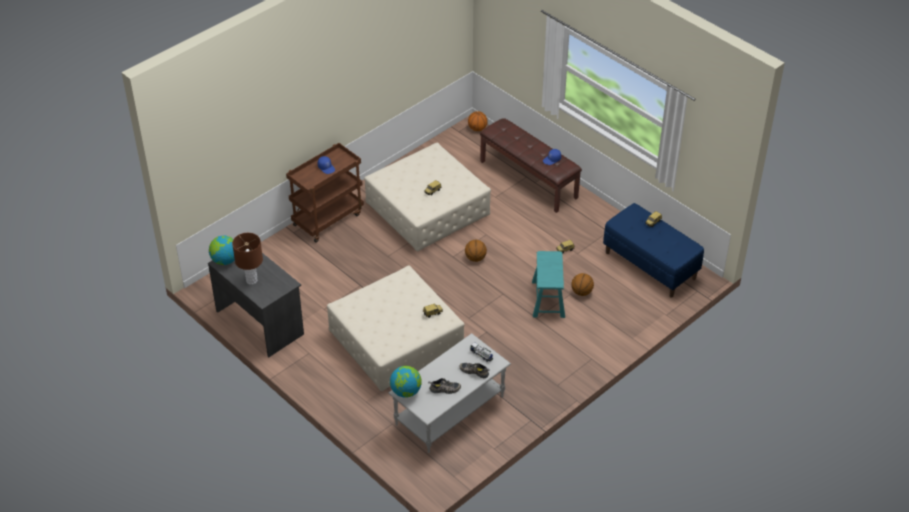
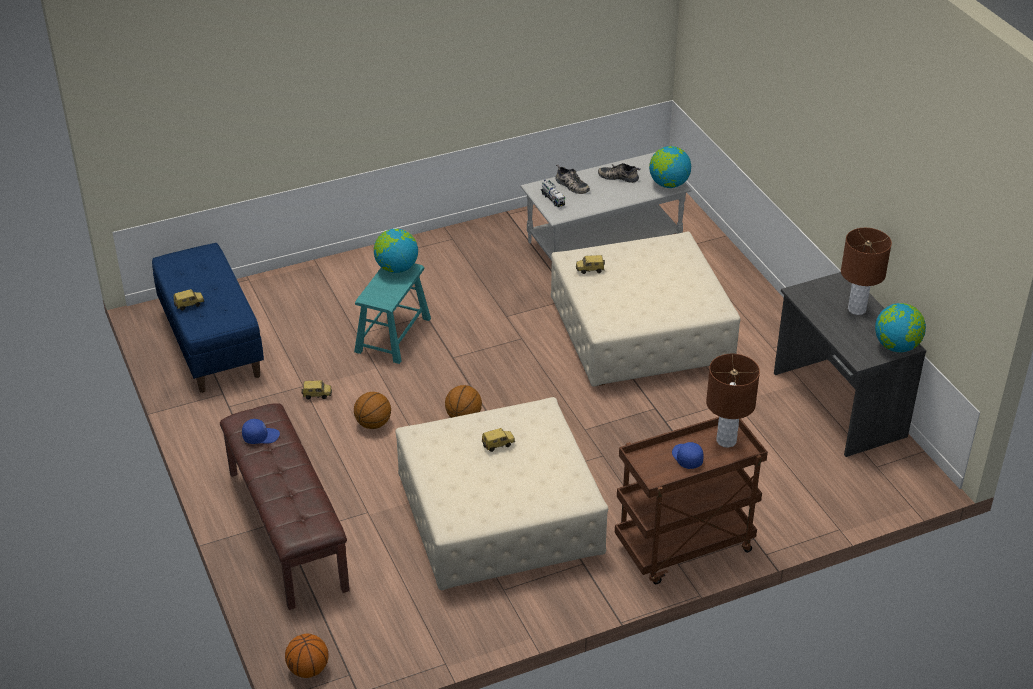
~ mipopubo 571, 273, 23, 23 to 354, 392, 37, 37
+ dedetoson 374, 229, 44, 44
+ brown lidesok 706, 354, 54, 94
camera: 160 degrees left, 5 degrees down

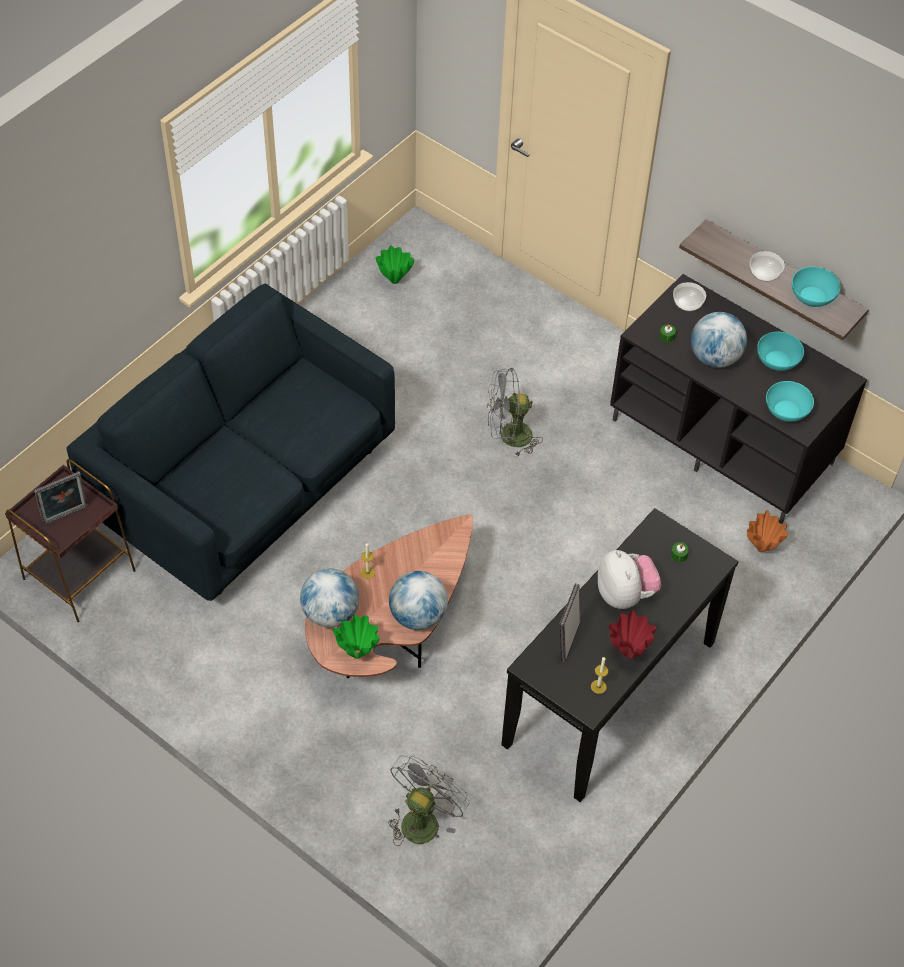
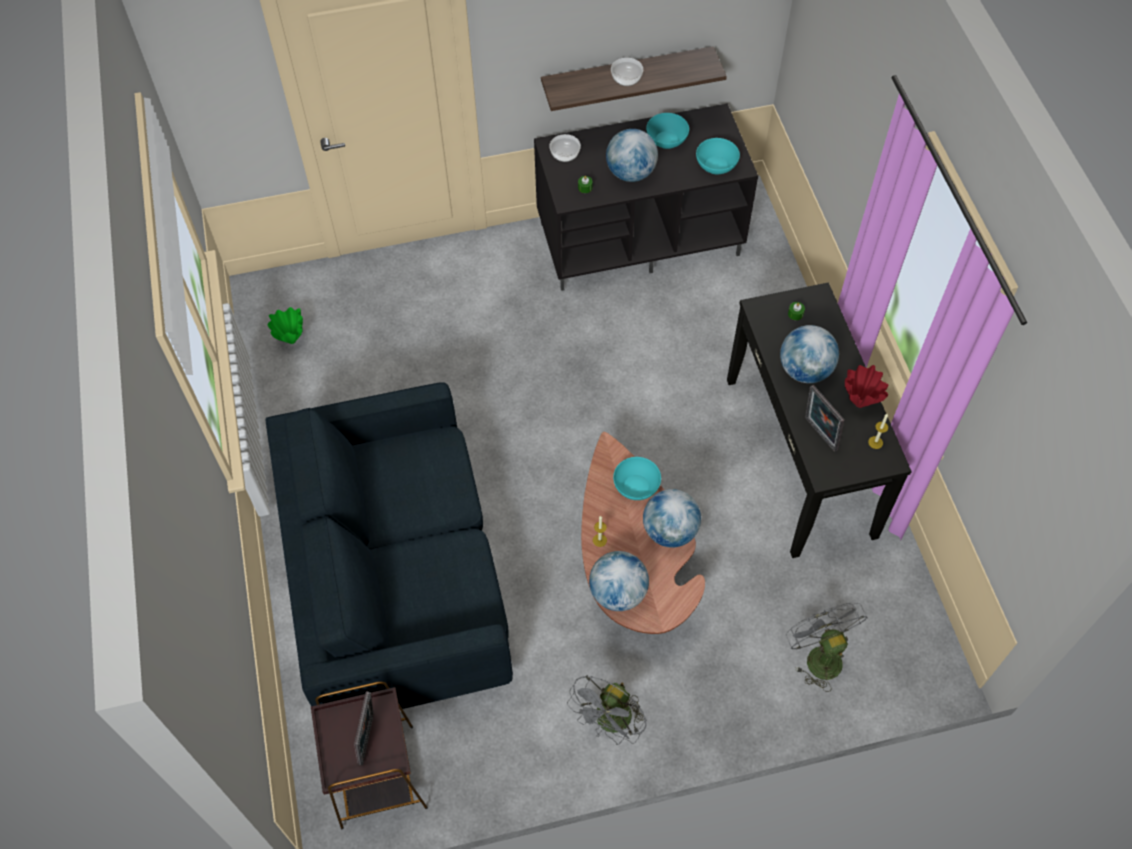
~ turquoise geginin 792, 267, 49, 40 to 613, 457, 48, 43
~ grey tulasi 487, 368, 56, 88 to 567, 675, 80, 70
- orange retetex 747, 510, 41, 42
~ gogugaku 598, 550, 63, 59 to dedetoson 780, 325, 59, 58
- green retetex 333, 614, 47, 45
camera: 50 degrees left, 5 degrees up

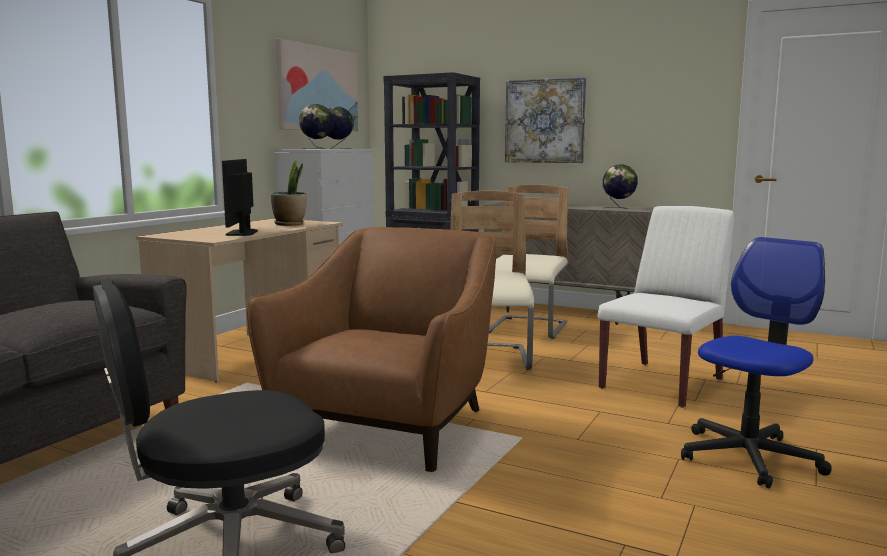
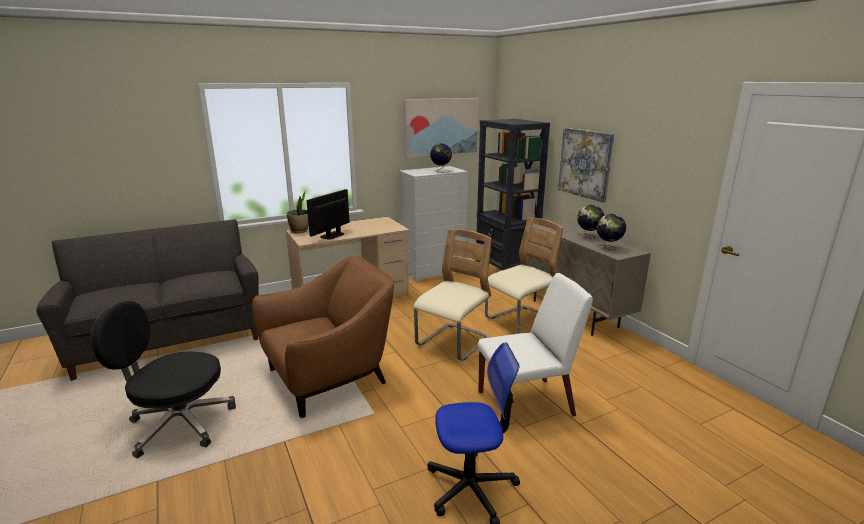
~ dedetoson 299, 104, 35, 45 to 577, 205, 27, 34
~ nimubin 271, 158, 36, 68 to 287, 190, 22, 43
camera: 35 degrees right, 10 degrees up

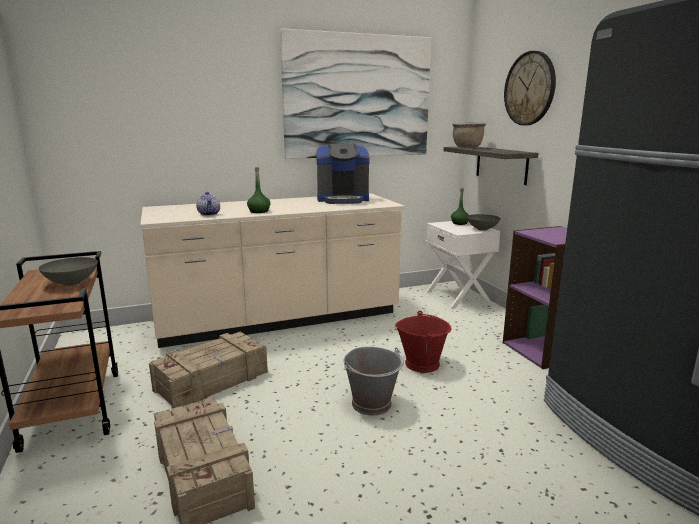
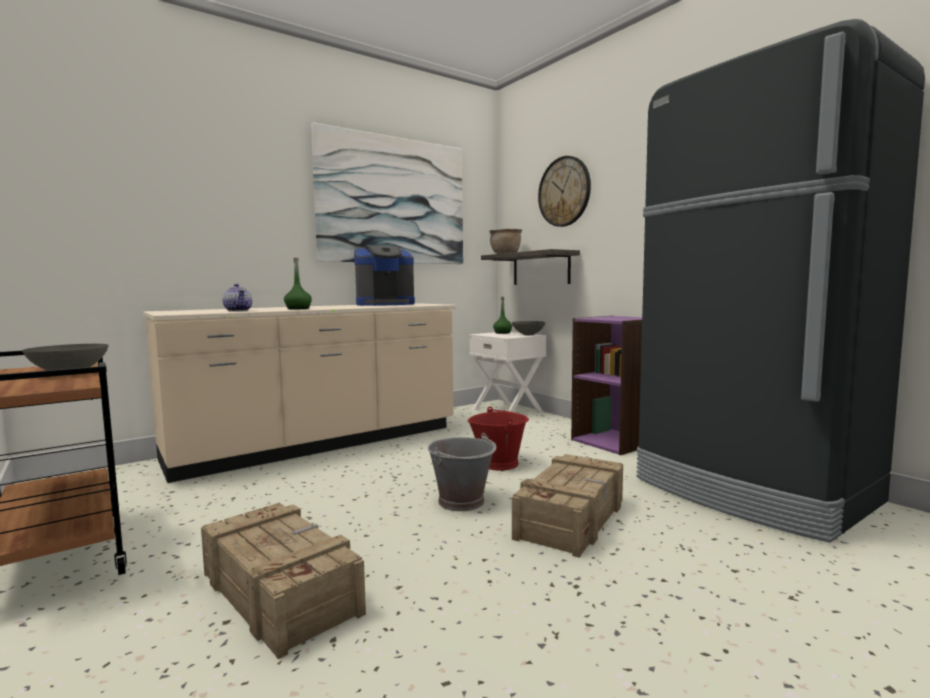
~ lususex 149, 332, 119, 76 to 512, 454, 111, 104
camera: 15 degrees left, 10 degrees down

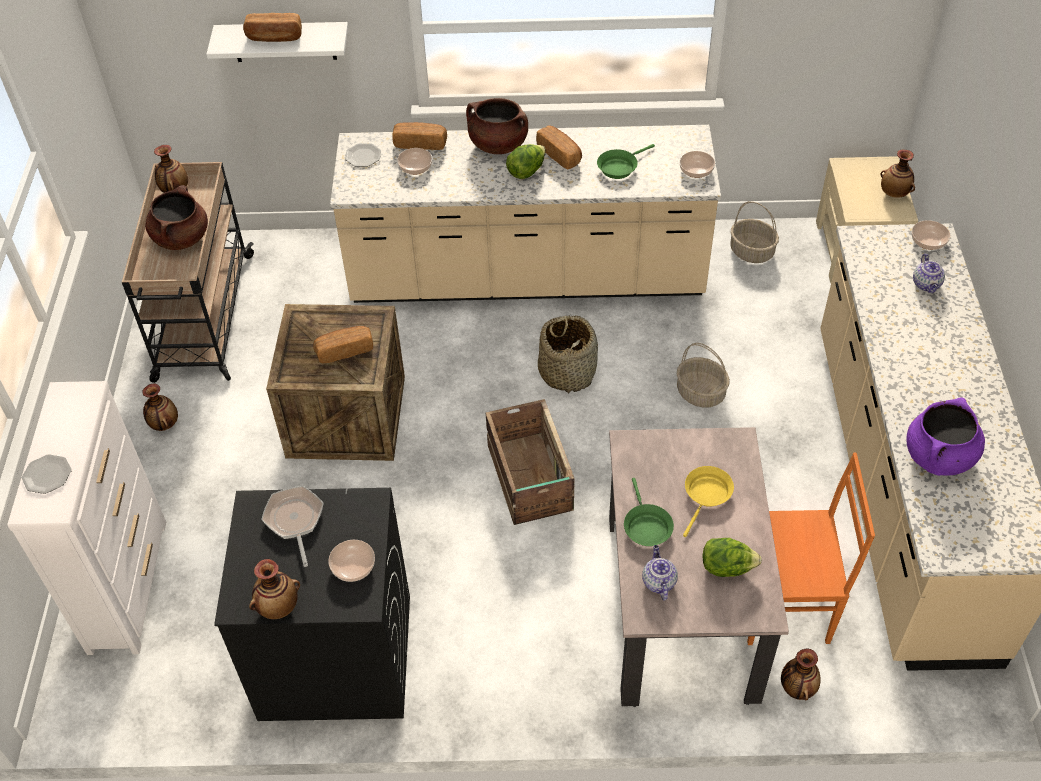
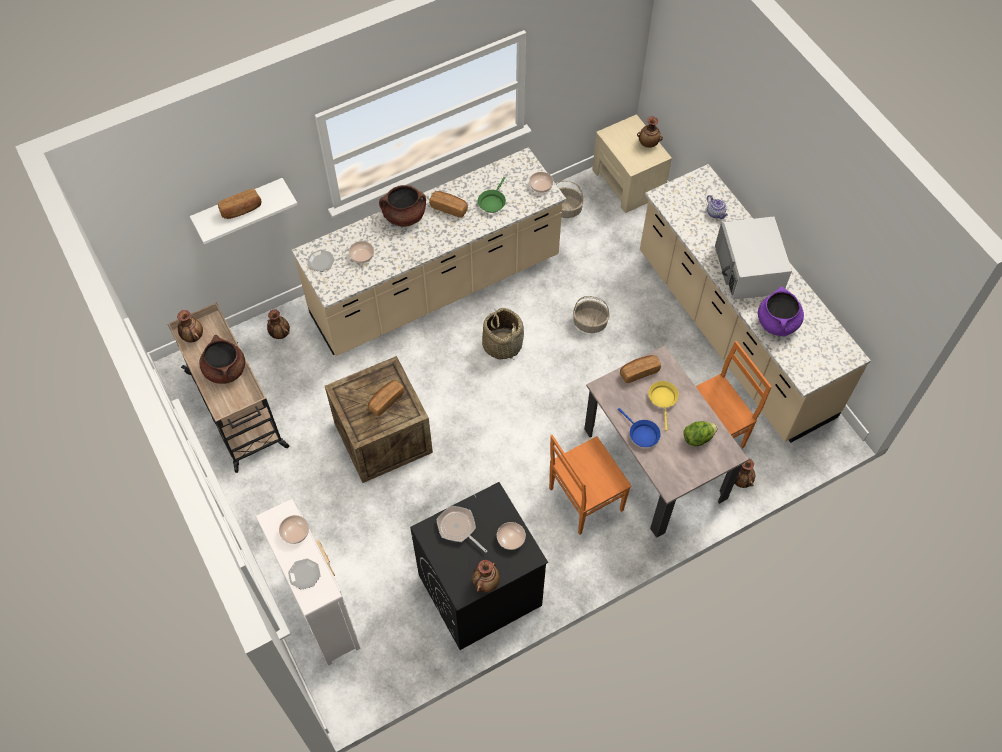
~ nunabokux 392, 122, 55, 28 to 620, 355, 41, 28
- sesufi 506, 144, 39, 35
~ geginin 912, 220, 38, 30 to 279, 515, 30, 29
~ retetex 142, 384, 36, 47 to 267, 310, 23, 29
- lususex 486, 399, 89, 126
~ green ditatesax 624, 478, 50, 68 to blue ditatesax 618, 408, 43, 39
- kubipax 642, 545, 36, 56
+ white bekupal 715, 216, 77, 84
+ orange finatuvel 549, 435, 83, 100
camera: 30 degrees left, 10 degrees up

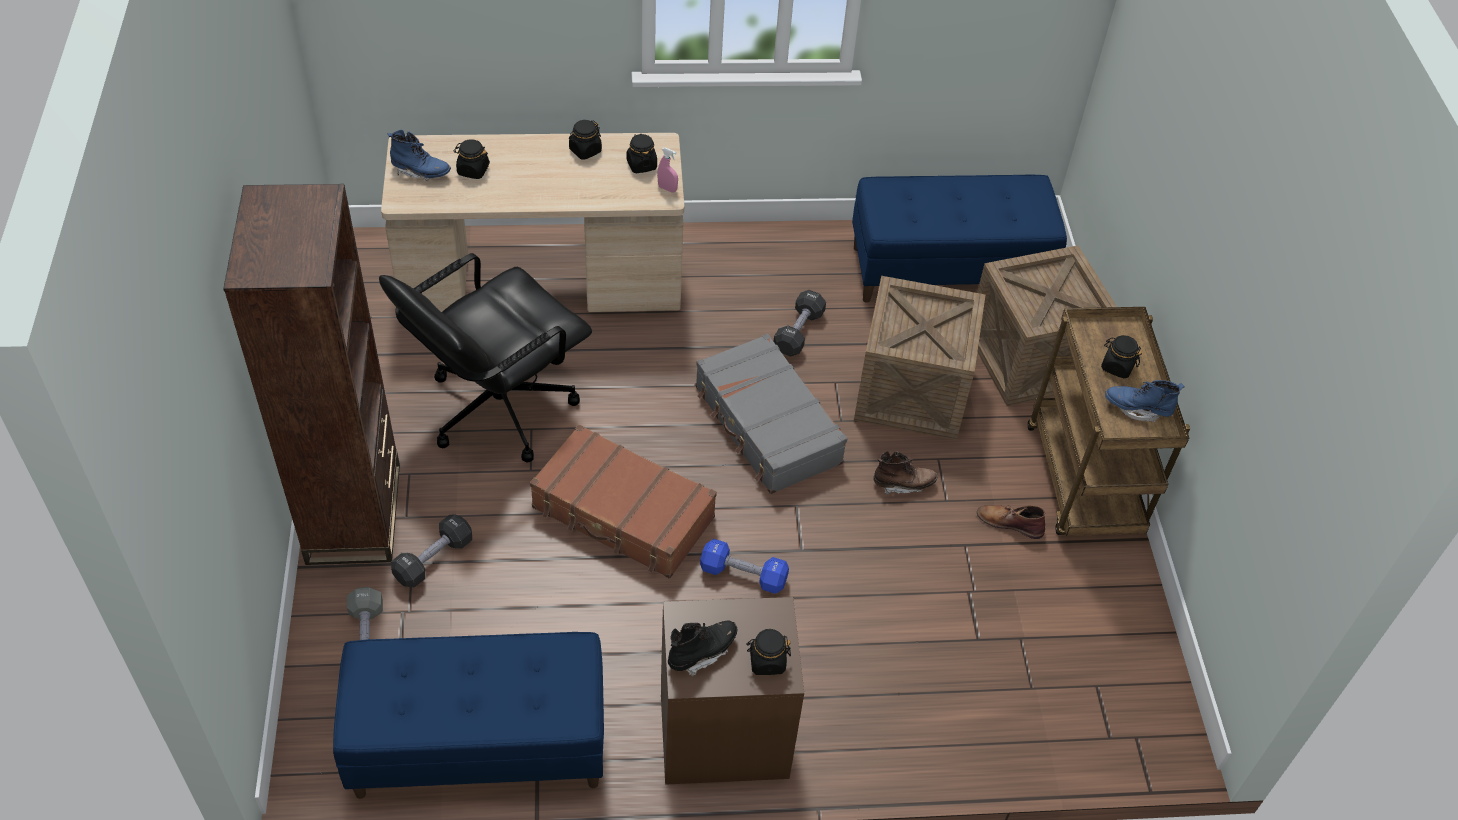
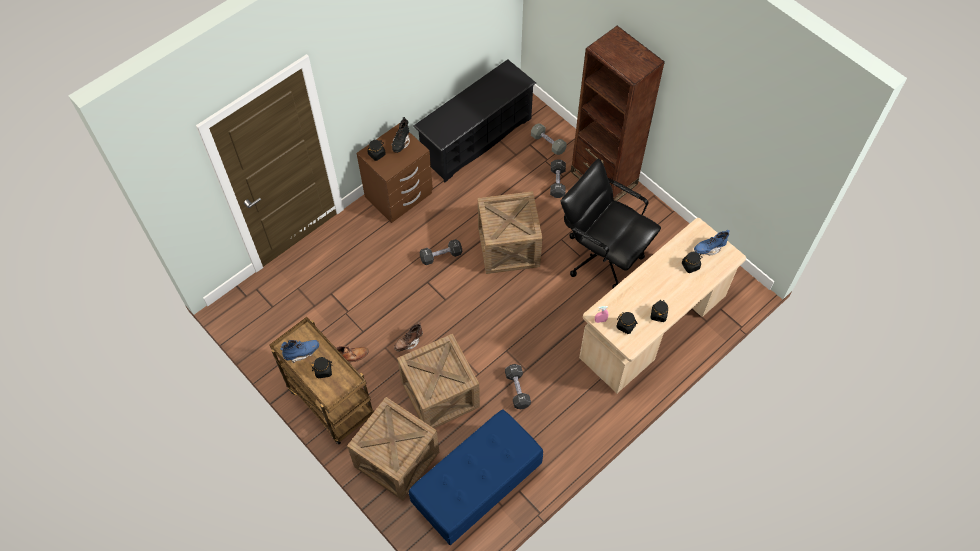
~ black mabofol 379, 253, 213, 210 = 561, 159, 100, 129 60 degrees counterclockwise
- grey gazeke 696, 334, 152, 160
~ brown gazeke 530, 424, 187, 155 to lususex 478, 191, 65, 83
~ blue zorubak 700, 539, 89, 55 to black zorubak 420, 239, 42, 26
~ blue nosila 333, 632, 271, 167 to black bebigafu 413, 59, 123, 123
camera: 145 degrees right, 10 degrees up

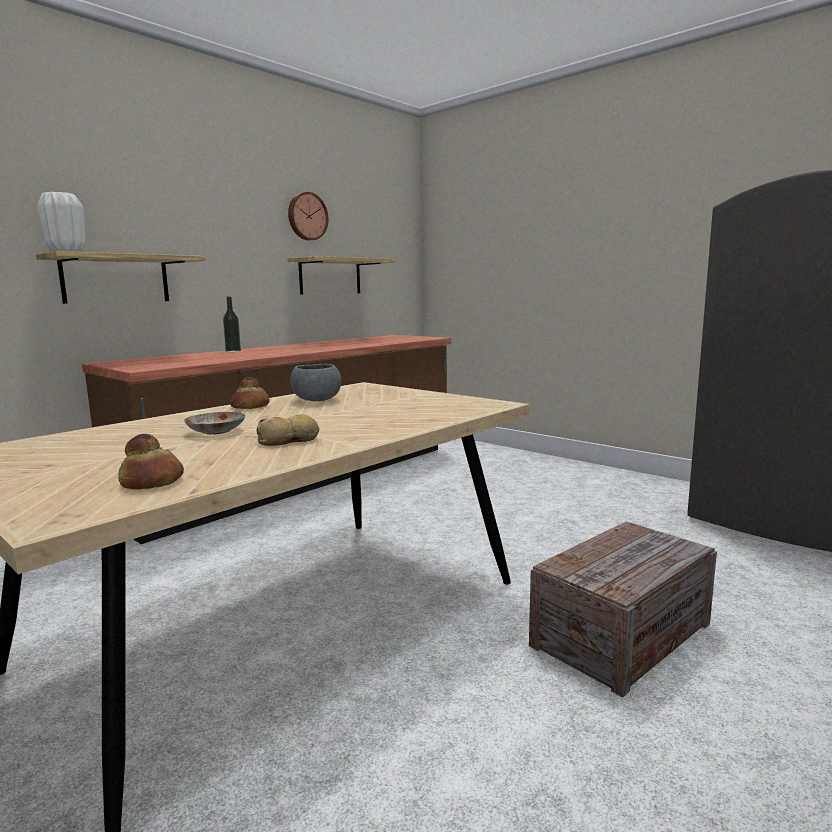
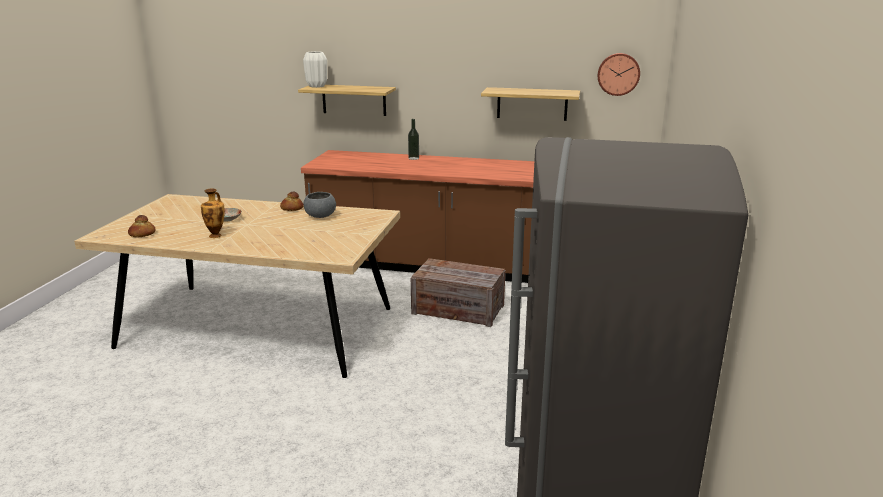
~ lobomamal 288, 192, 41, 49 to 598, 53, 42, 43
~ nunabokux 256, 414, 64, 32 to retetex 201, 188, 24, 50
~ lususex 529, 521, 188, 176 to 411, 258, 94, 69
camera: 60 degrees right, 10 degrees up

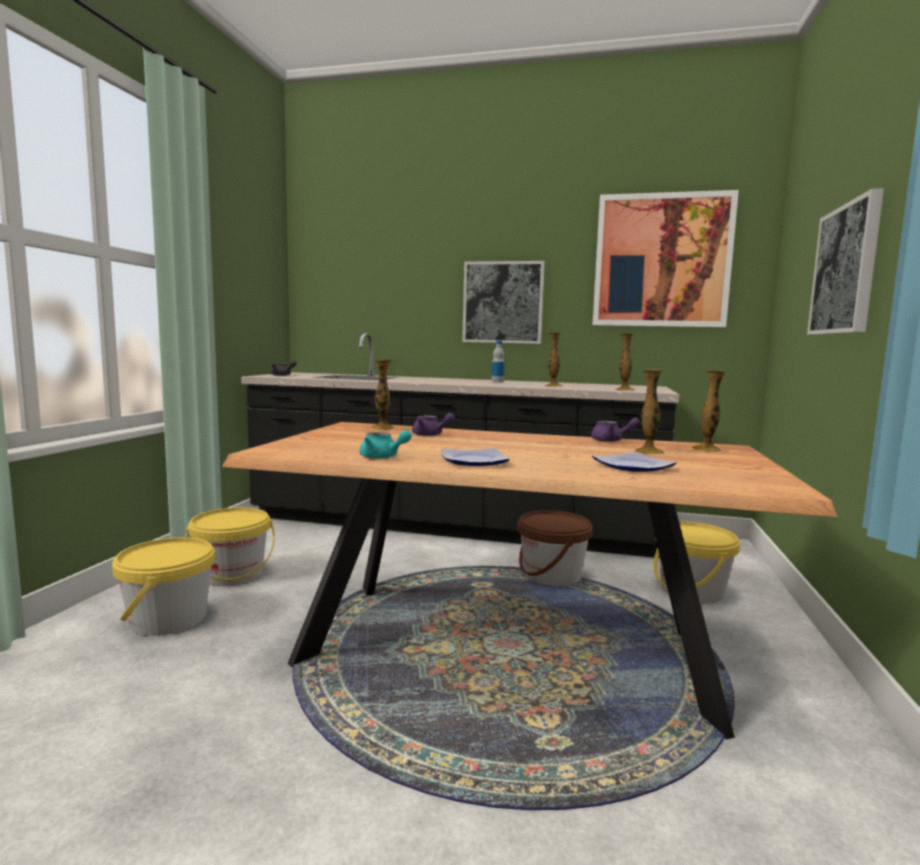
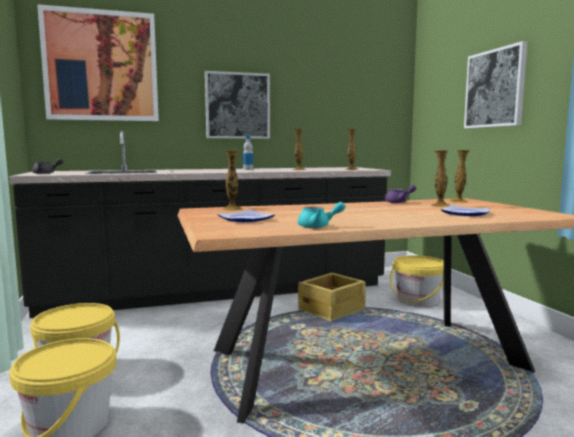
~ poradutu 593, 190, 146, 137 to 37, 4, 122, 117
- purple kubipax 412, 413, 43, 23
~ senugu 442, 448, 68, 18 to 217, 210, 58, 12
~ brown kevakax 517, 510, 76, 76 to lususex 298, 273, 68, 49
camera: 30 degrees left, 0 degrees up

